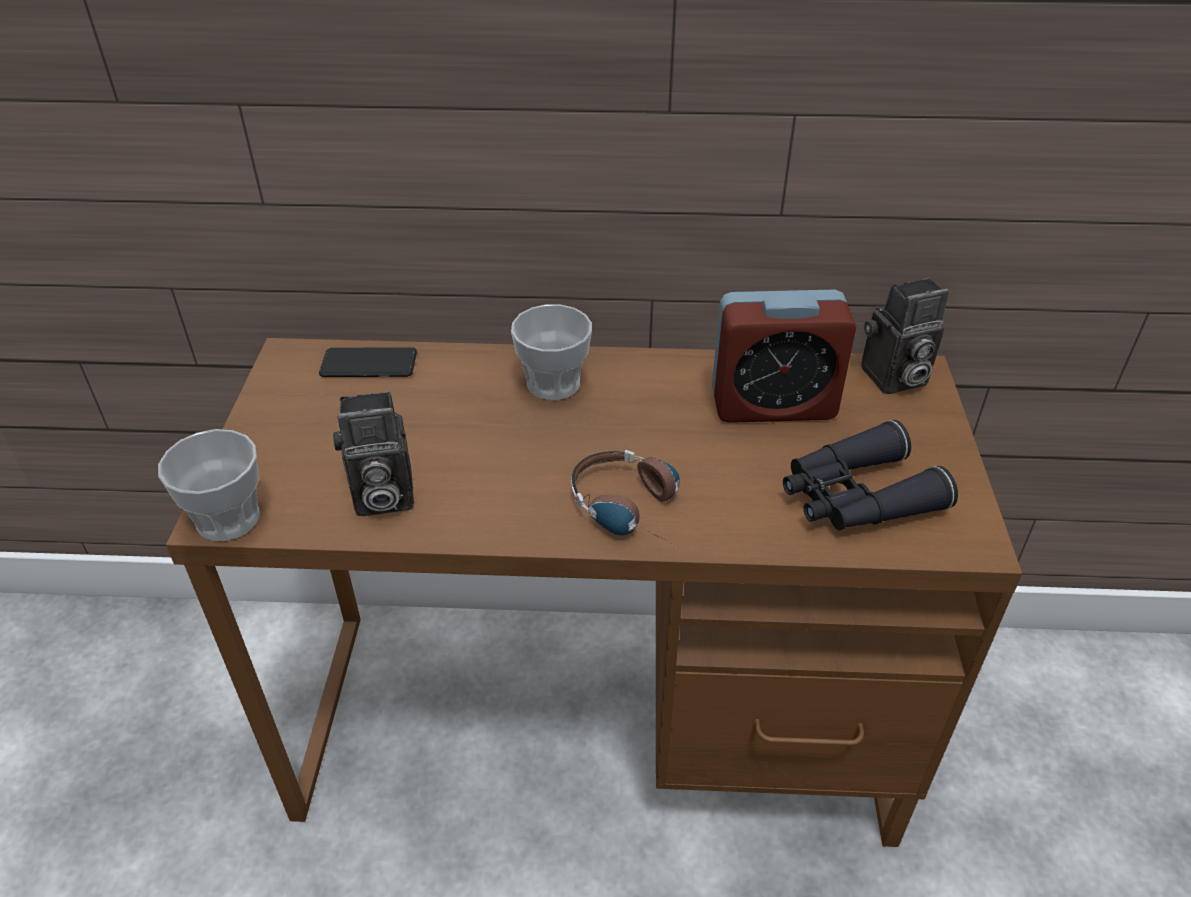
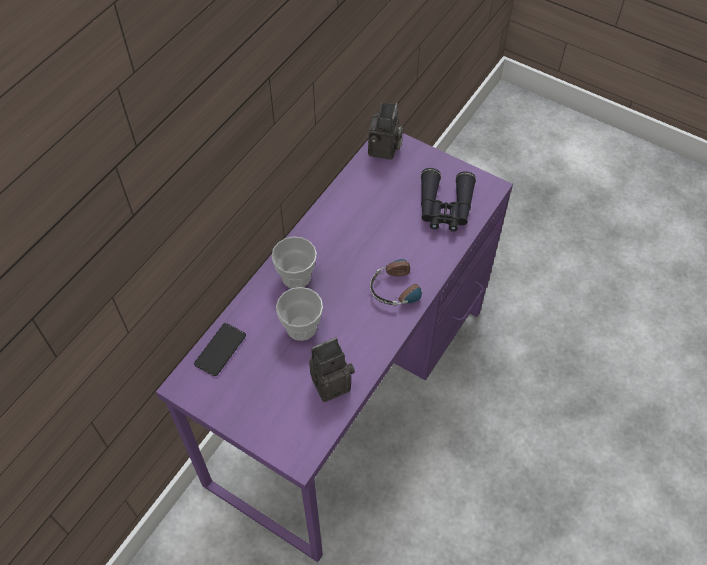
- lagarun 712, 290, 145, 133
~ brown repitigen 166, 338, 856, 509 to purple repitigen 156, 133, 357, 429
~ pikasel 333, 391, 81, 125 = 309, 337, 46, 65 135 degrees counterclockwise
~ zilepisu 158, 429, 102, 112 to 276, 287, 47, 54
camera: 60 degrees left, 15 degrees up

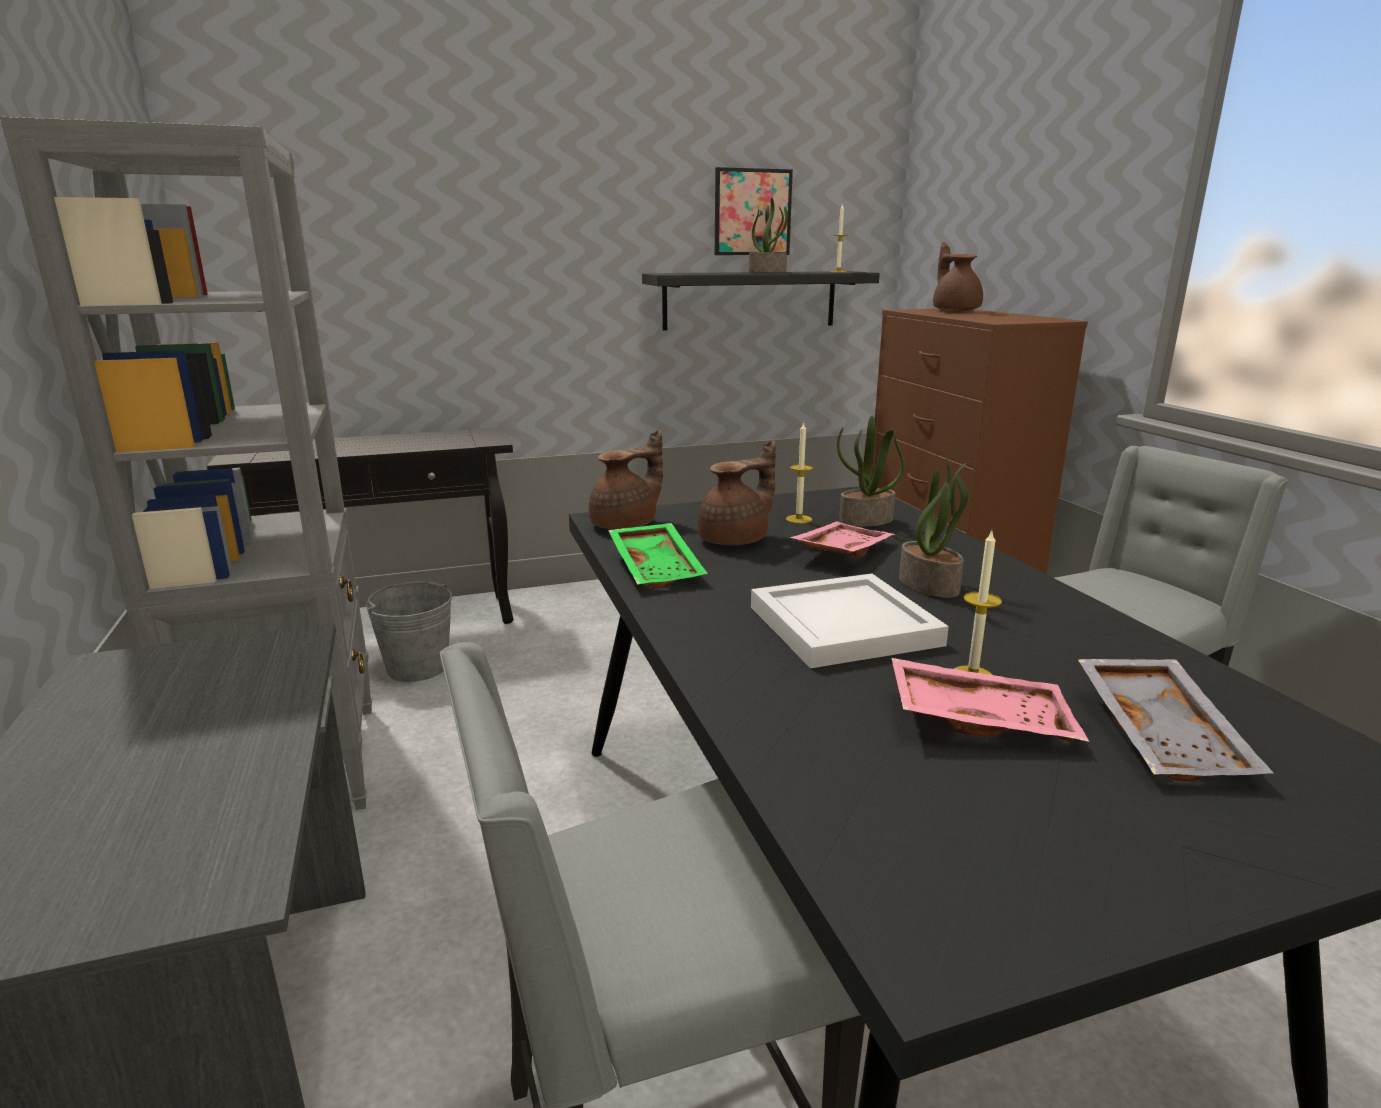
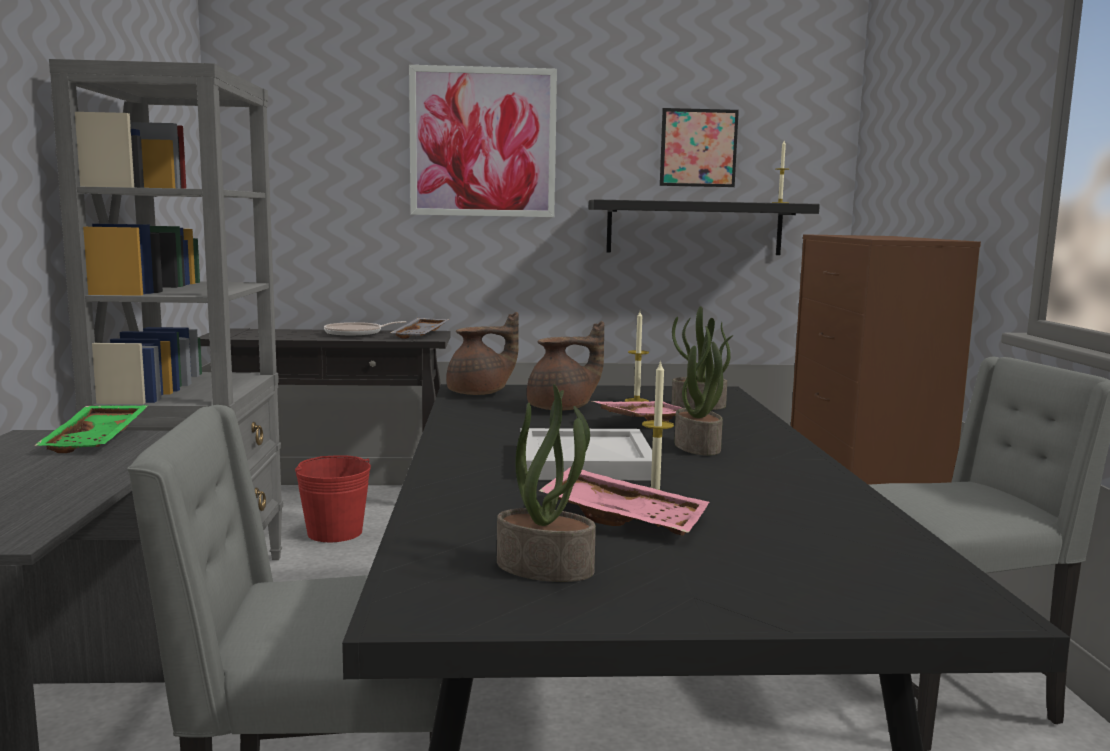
~ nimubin 749, 198, 39, 75 to 497, 384, 99, 198
- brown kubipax 933, 242, 50, 70
~ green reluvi 608, 523, 100, 66 to 34, 405, 115, 48
~ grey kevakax 365, 581, 87, 101 to red kevakax 295, 455, 76, 87
~ grey reluvi 1078, 659, 195, 122 to 391, 318, 59, 21
+ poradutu 409, 65, 148, 152
+ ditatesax 324, 321, 82, 16
camera: 15 degrees right, 10 degrees down

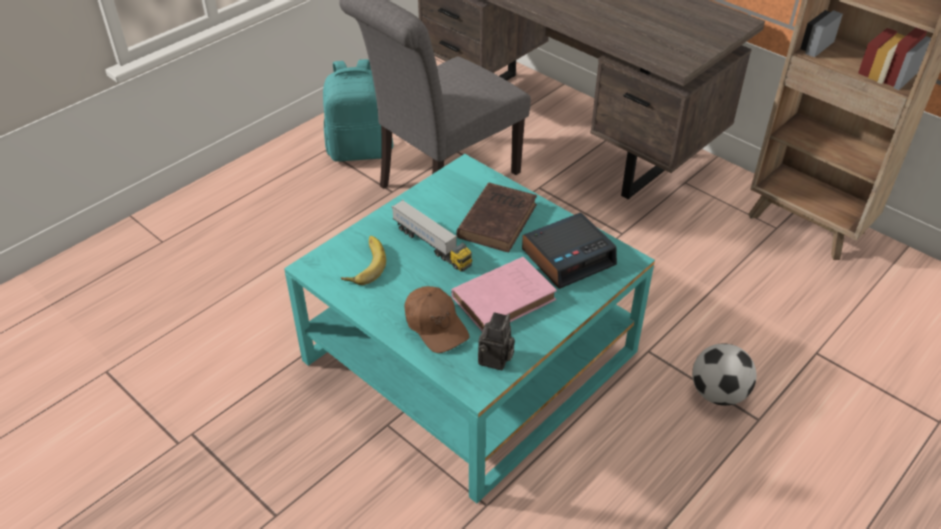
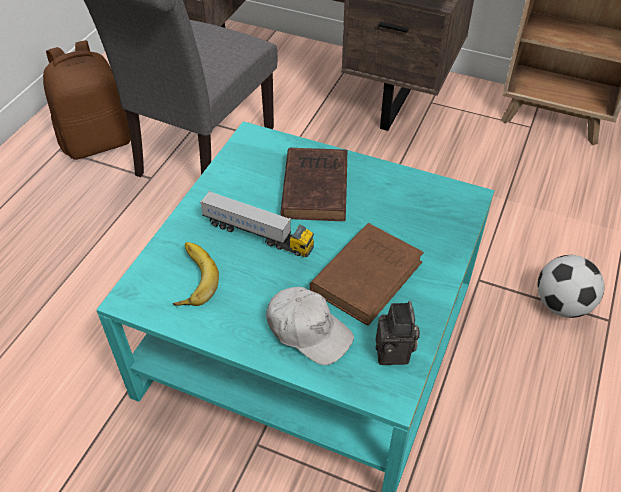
~ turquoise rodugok 323, 59, 70, 103 to brown rodugok 43, 40, 88, 120
- lagarun 522, 212, 95, 77
~ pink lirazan 451, 257, 106, 74 to brown lirazan 309, 223, 115, 103
~ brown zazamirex 404, 286, 65, 67 to white zazamirex 266, 287, 88, 78
camera: 20 degrees left, 5 degrees up

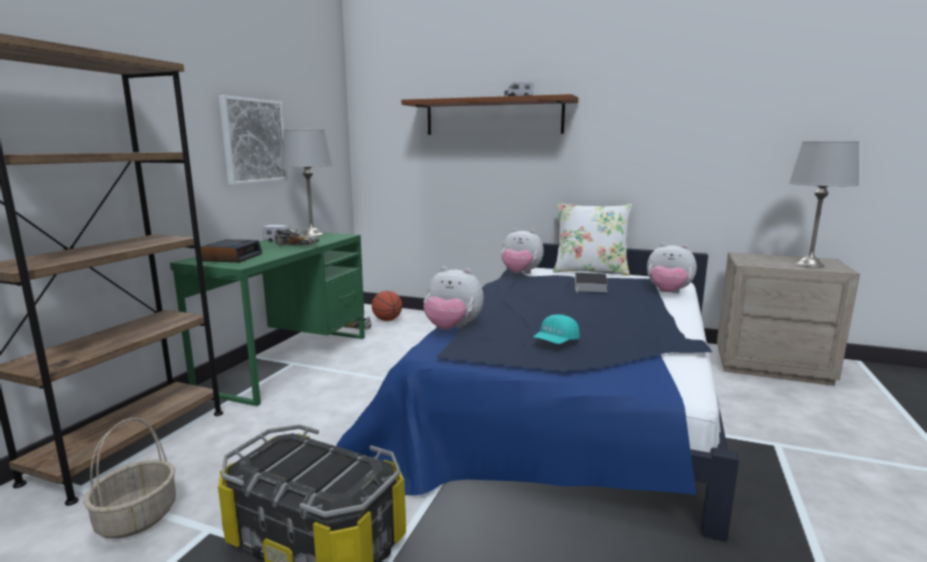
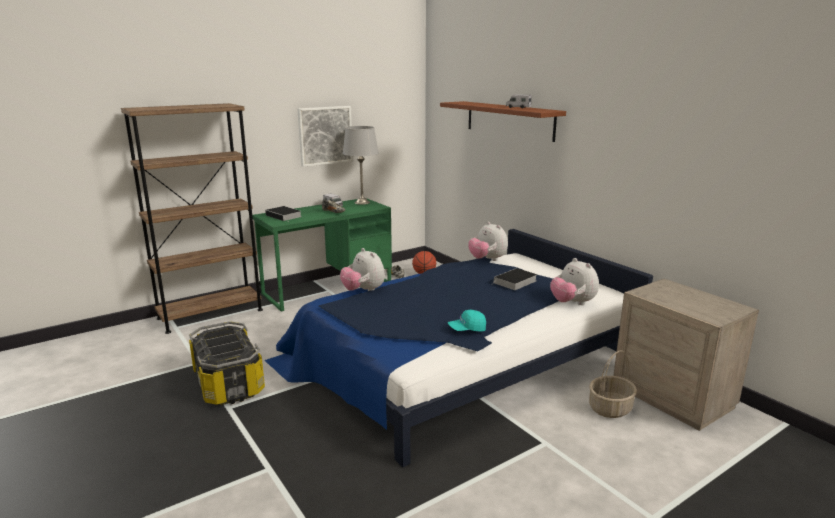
- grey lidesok 789, 141, 70, 127
- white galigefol 553, 202, 80, 74
~ lagarun 201, 239, 61, 23 to lirazan 265, 206, 37, 15
~ turquoise zazamirex 533, 314, 47, 30 to 448, 310, 38, 21
~ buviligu 83, 418, 93, 120 to 589, 350, 48, 68
camera: 35 degrees right, 5 degrees up

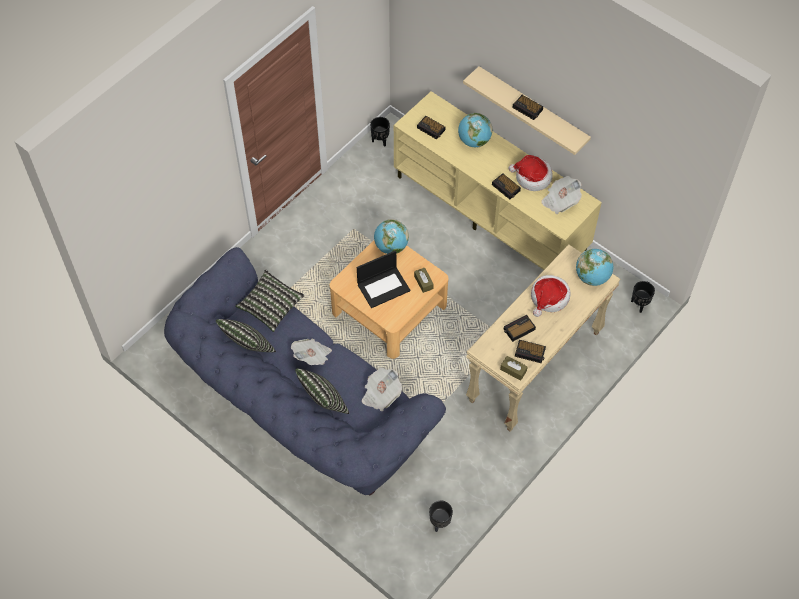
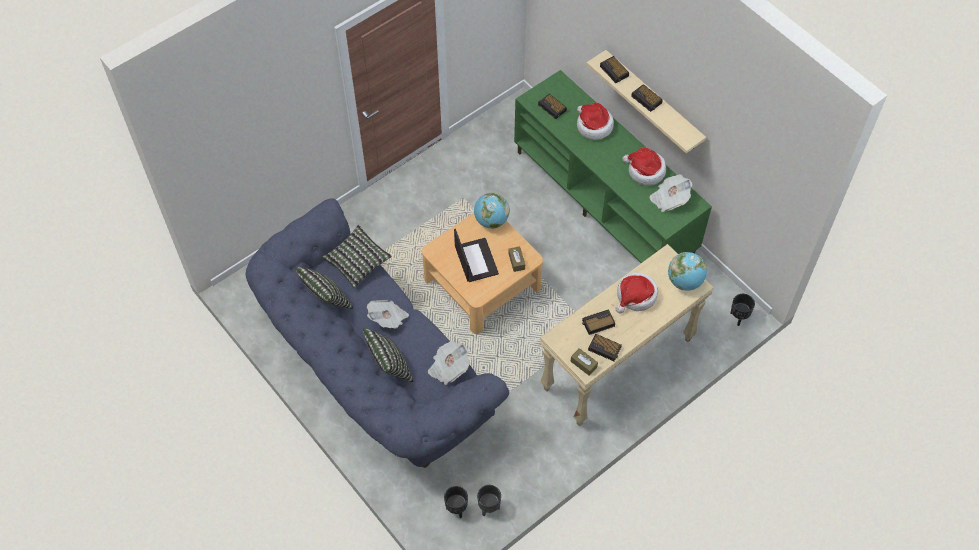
~ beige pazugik 394, 91, 208, 179 to green pazugik 514, 70, 198, 193
~ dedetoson 458, 113, 34, 34 to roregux 577, 102, 37, 38
~ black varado 370, 117, 20, 30 to 444, 486, 24, 32
~ lagarun 492, 173, 29, 27 to 600, 56, 29, 27
~ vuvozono 357, 250, 53, 58 = 454, 229, 45, 53 90 degrees counterclockwise
camera: 10 degrees right, 0 degrees up

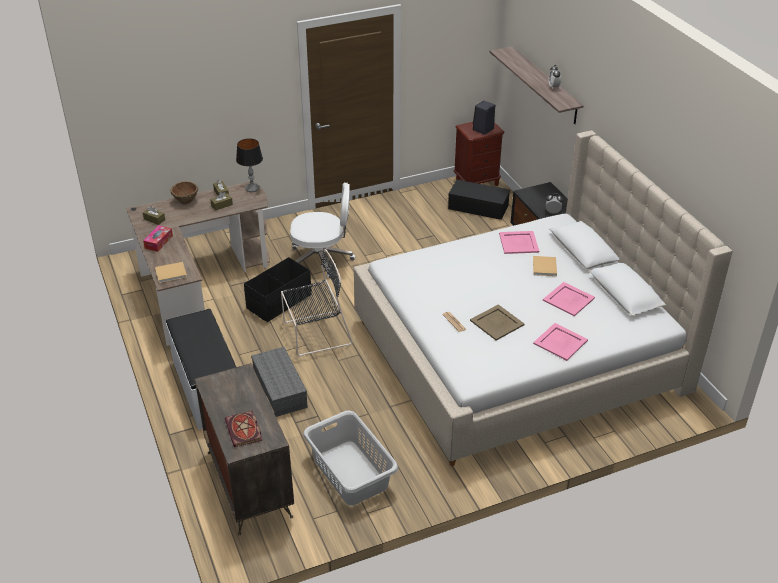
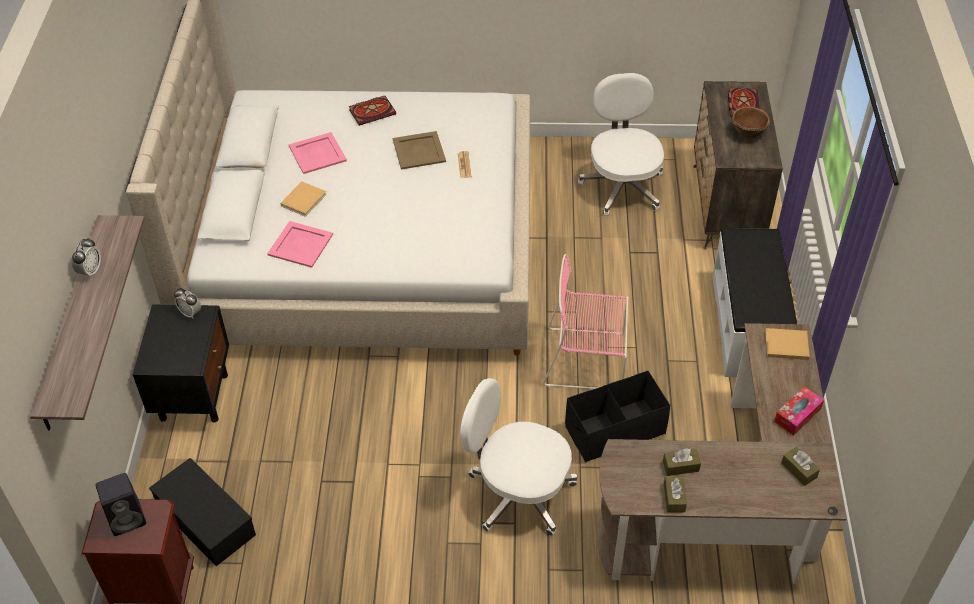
- lidesok 236, 138, 27, 54
~ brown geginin 170, 181, 28, 23 to 732, 106, 38, 34
~ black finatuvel 281, 249, 72, 107 to pink finatuvel 543, 254, 85, 135
~ pink reluvi 533, 323, 55, 38 to lirazan 349, 96, 47, 30
- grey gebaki 251, 347, 57, 70
~ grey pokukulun 303, 410, 95, 95 to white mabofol 578, 73, 86, 143
camera: 155 degrees left, 10 degrees up

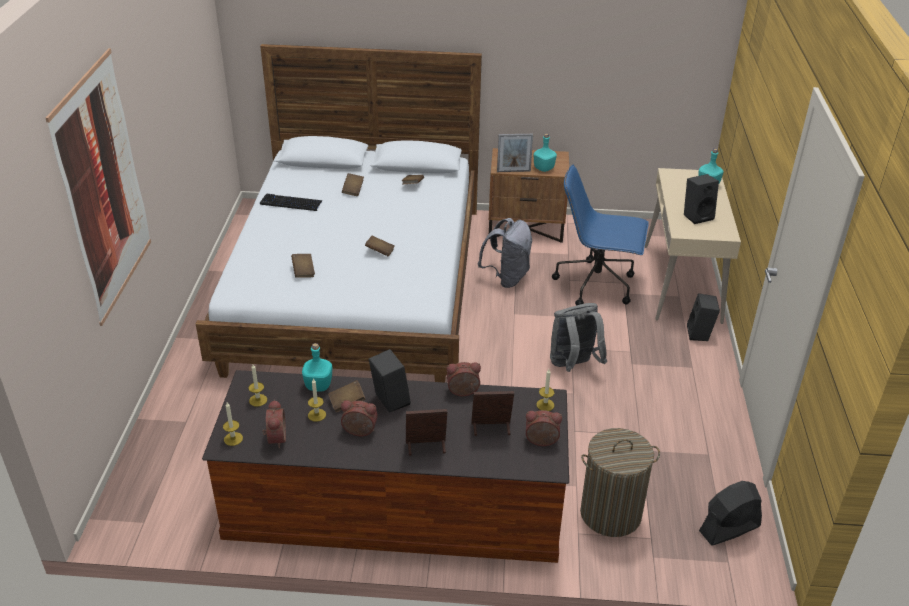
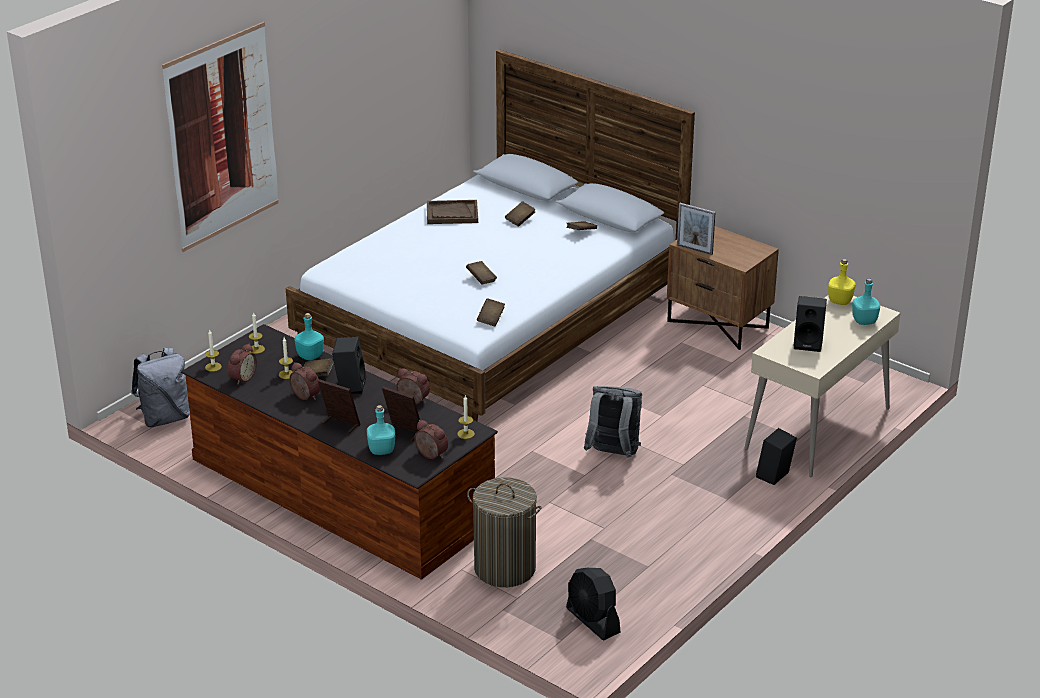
~ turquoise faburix 534, 133, 23, 39 to 367, 405, 28, 50
- blue mabofol 552, 165, 97, 141
~ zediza 260, 194, 63, 17 to brown reluvi 427, 200, 51, 24
~ grey rodugok 478, 218, 54, 70 to 131, 348, 59, 79
~ brown lirazan 291, 254, 24, 24 to 477, 298, 28, 28
~ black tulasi 699, 481, 63, 65 = 566, 568, 55, 73 135 degrees counterclockwise
+ yellow faburix 828, 259, 28, 46
camera: 35 degrees right, 5 degrees down

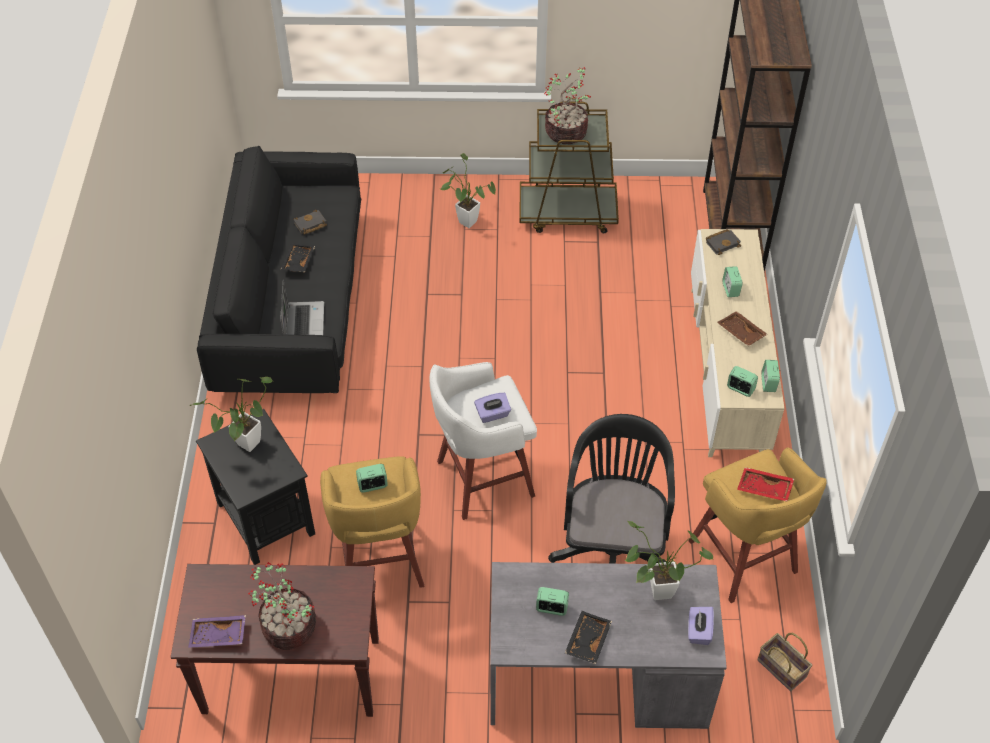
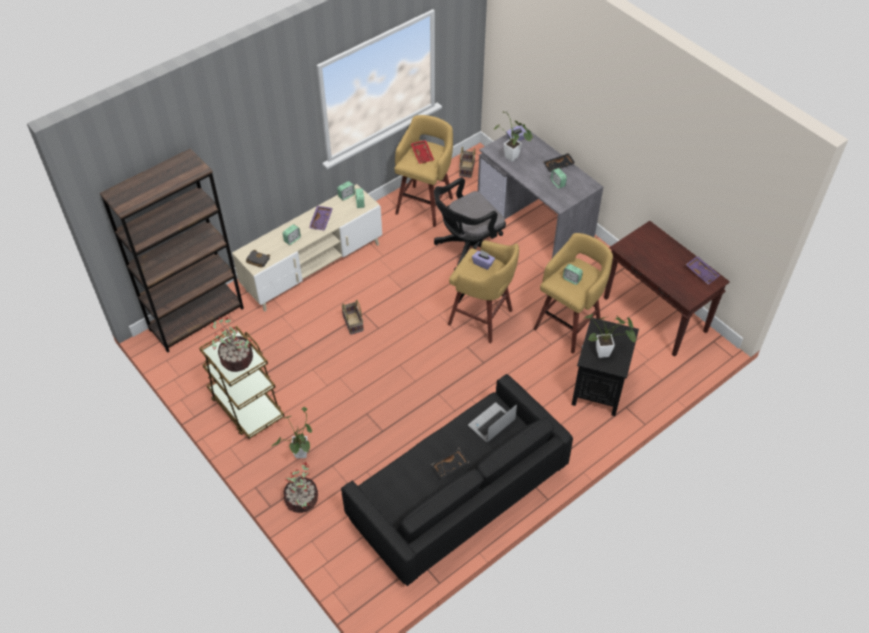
- black lirazan 294, 210, 33, 25
~ brown reluvi 717, 311, 51, 35 to purple reluvi 309, 206, 24, 24
~ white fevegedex 429, 362, 108, 158 to yellow fevegedex 448, 240, 71, 103
~ nimubin 248, 562, 68, 88 to 283, 462, 35, 51
+ buviligu 341, 300, 23, 35
camera: 130 degrees left, 0 degrees up

